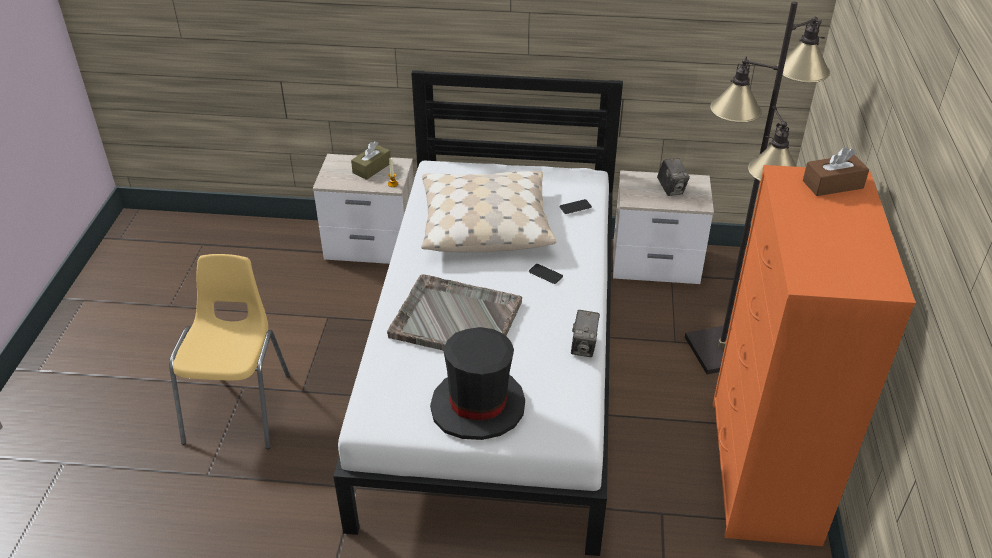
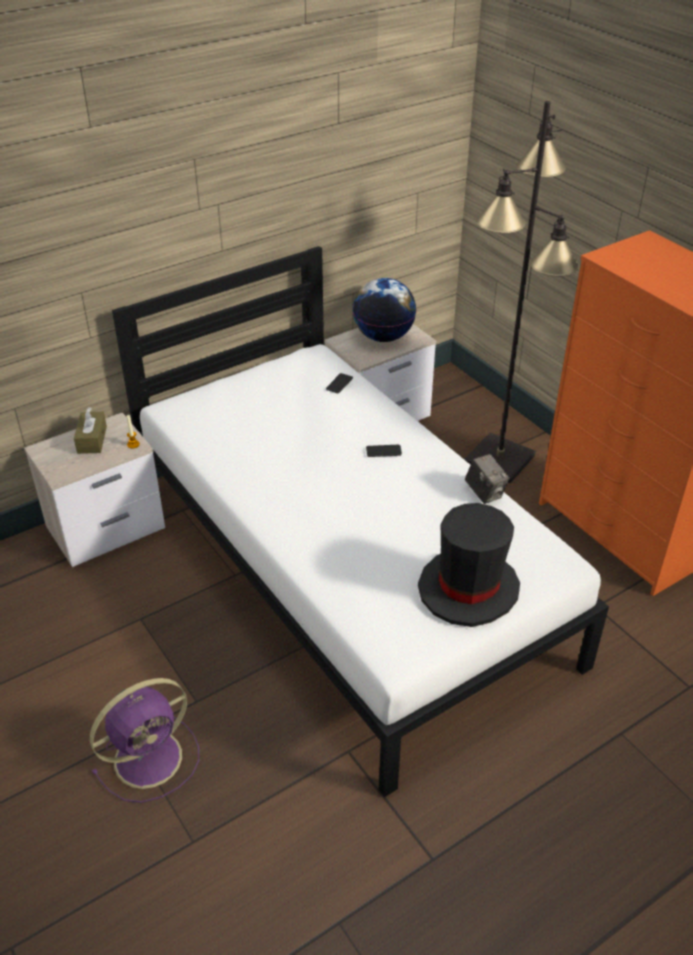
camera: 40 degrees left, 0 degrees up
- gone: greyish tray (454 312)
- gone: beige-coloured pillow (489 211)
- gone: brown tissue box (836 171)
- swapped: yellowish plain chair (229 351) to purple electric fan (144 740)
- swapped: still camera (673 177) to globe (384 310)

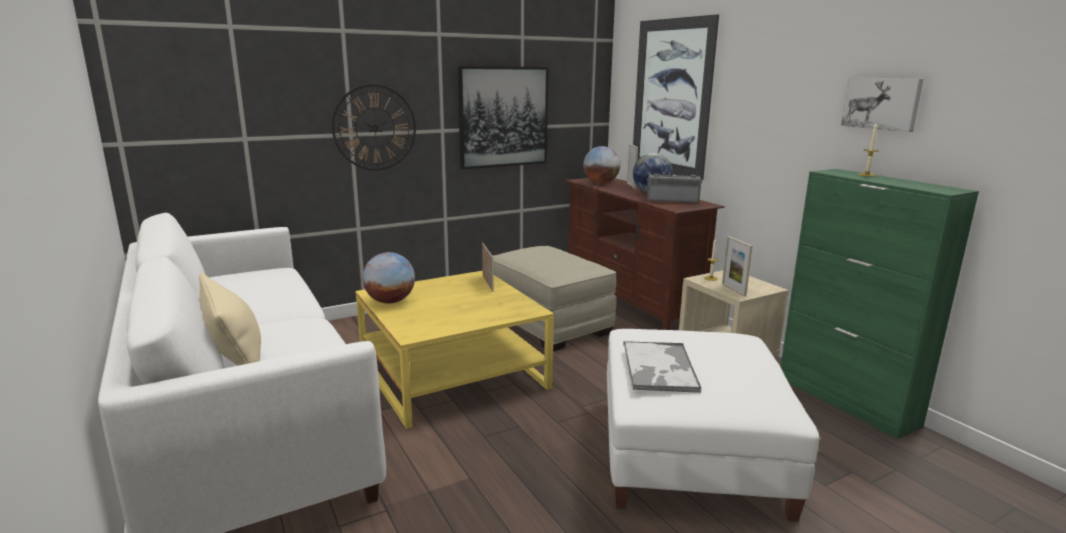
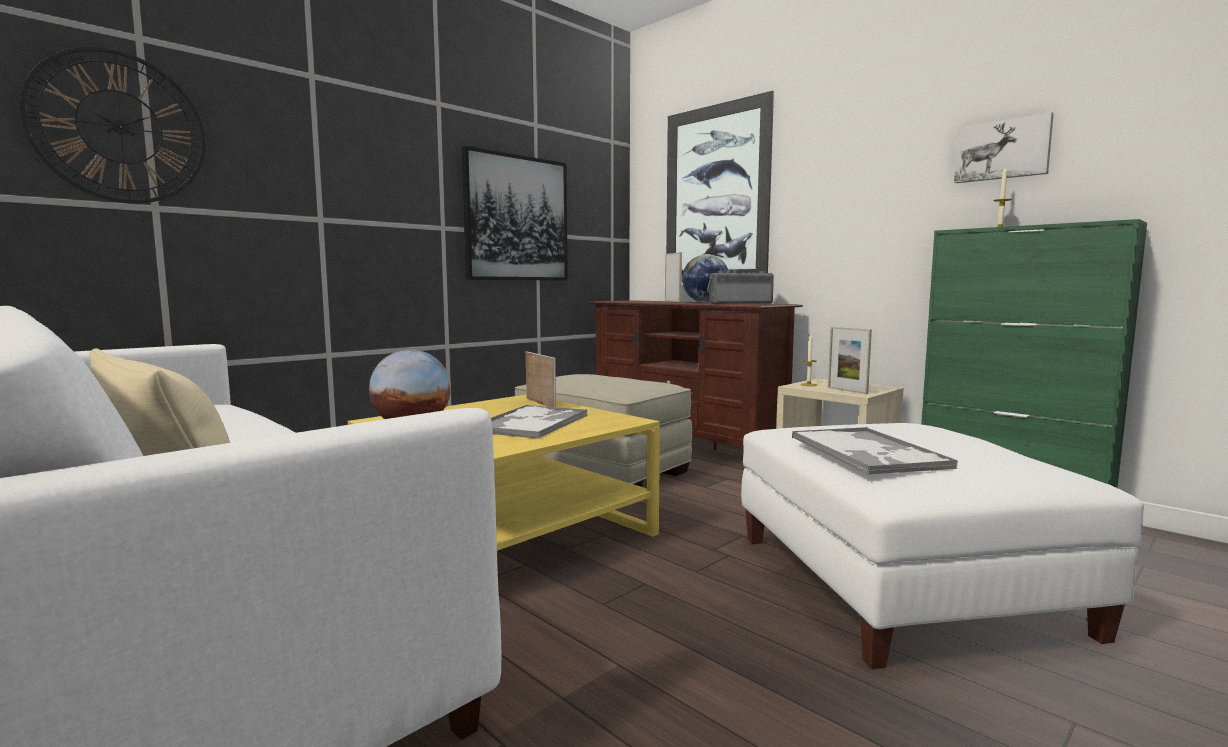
camera: 15 degrees left, 10 degrees down
- gone: globe (602 165)
- new: tray (539 422)
- shifted: hanging clock (374 127) to (112 125)

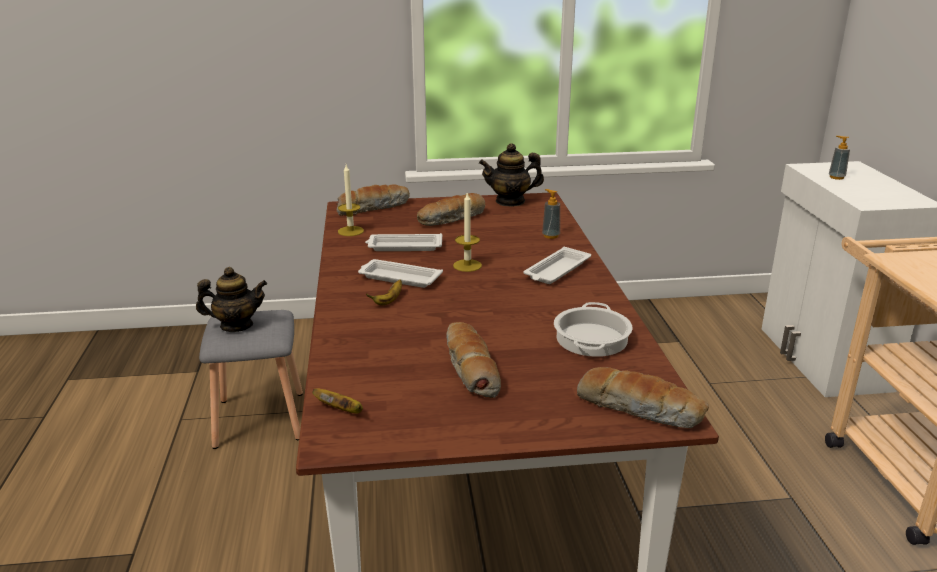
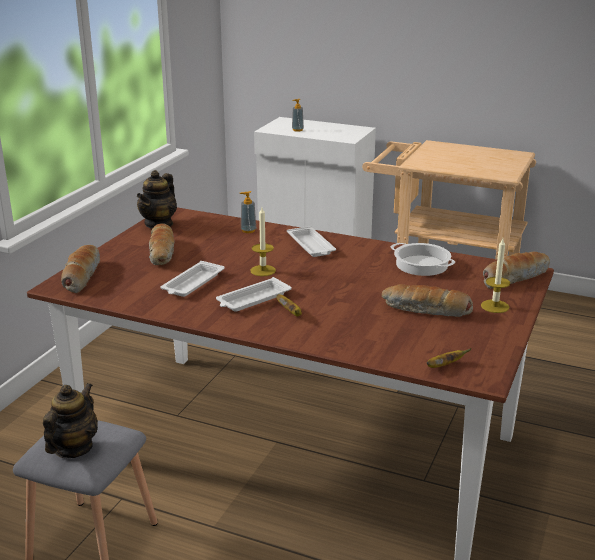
camera: 60 degrees left, 0 degrees up
- shifted: candle (351 200) to (495 276)

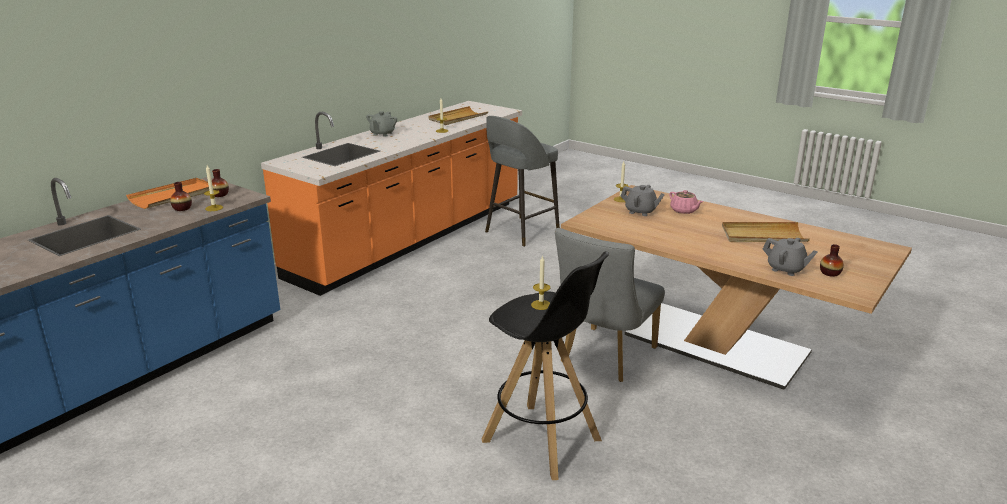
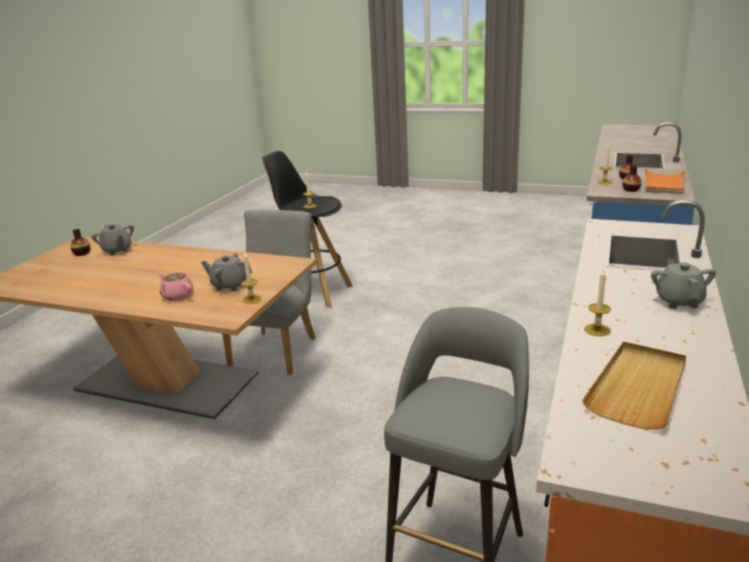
camera: 165 degrees right, 0 degrees up
- gone: beige-coloured tray (766 232)
- rotated: greyish pot for tea (790 257) = (112 240) 150 degrees counterclockwise

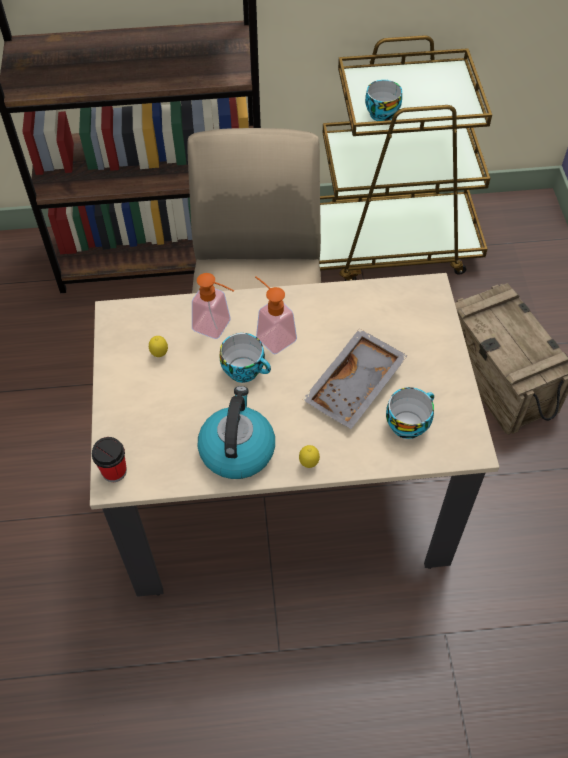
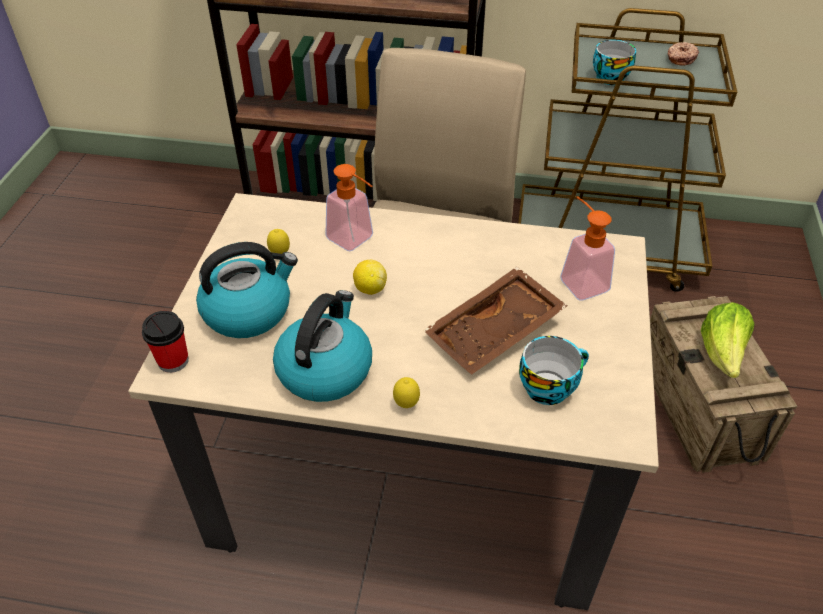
camera: 15 degrees right, 10 degrees down
- new: tea kettle (247 290)
- new: doughnut (683 54)
- new: head of lettuce (727 340)
- shifted: soap dispenser (276 315) to (587 248)
- swapped: cup (245 358) to whole lemon (370 277)
- repainted: greyish tray (355 379) to brown tray (495 321)

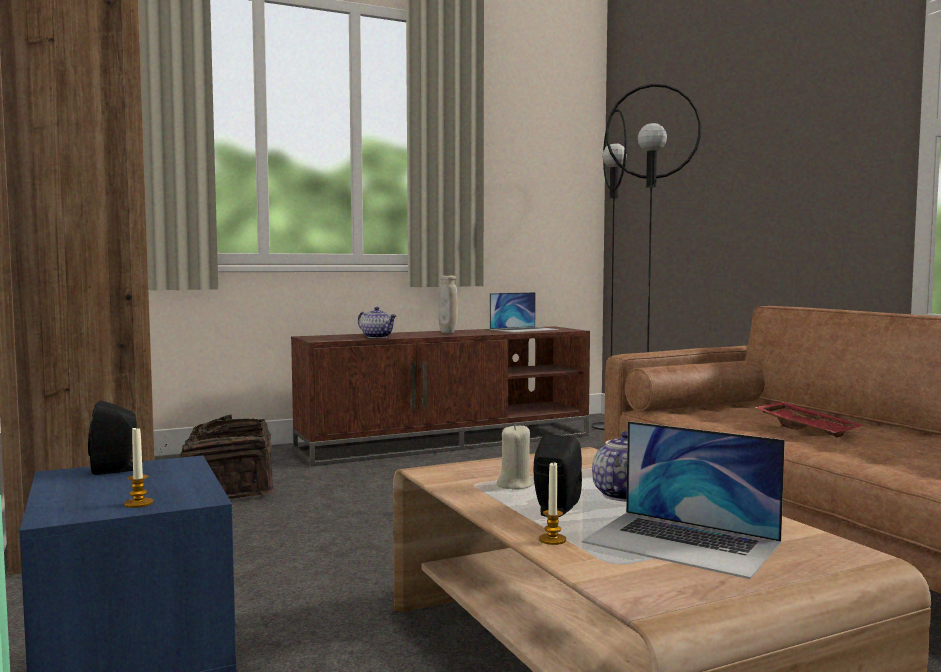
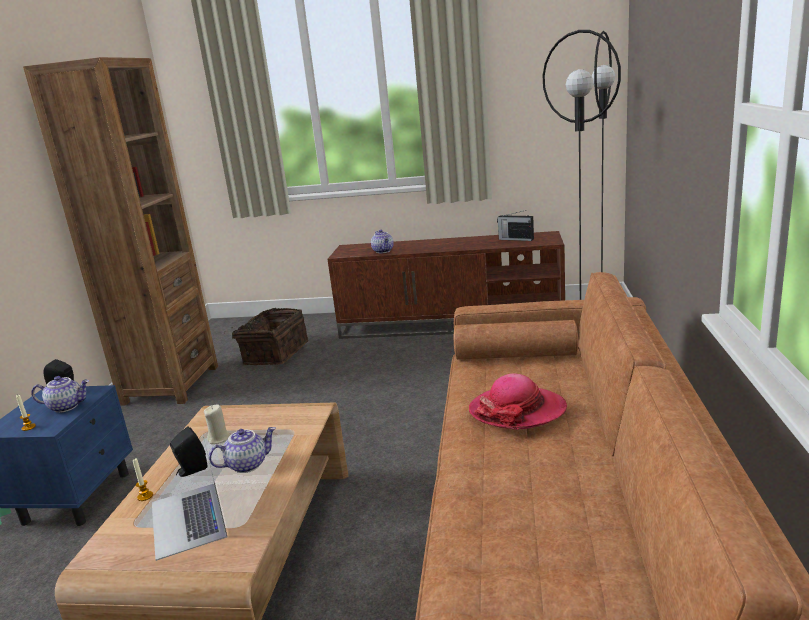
camera: 35 degrees right, 15 degrees up
- gone: beige-coloured decorative vase (447 304)
- new: pot for tea (60 394)
- swapped: laptop (524 312) to radio set (515 225)
- swapped: reddish tray (808 420) to clothing hat (518 401)

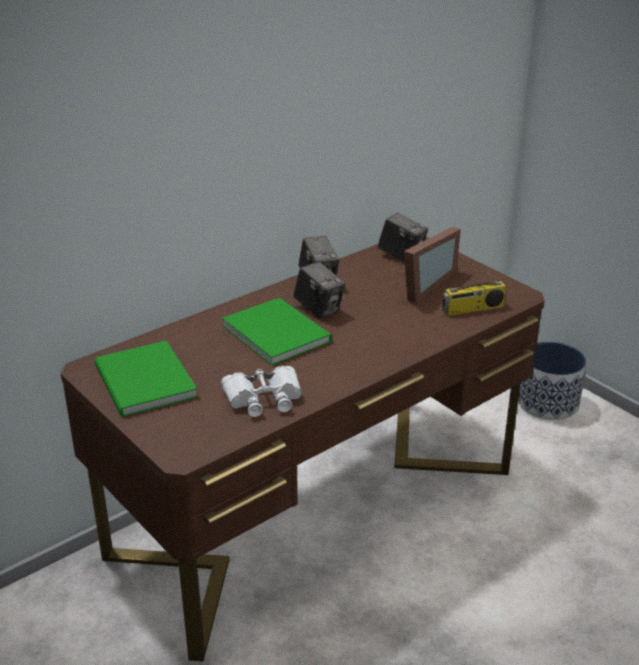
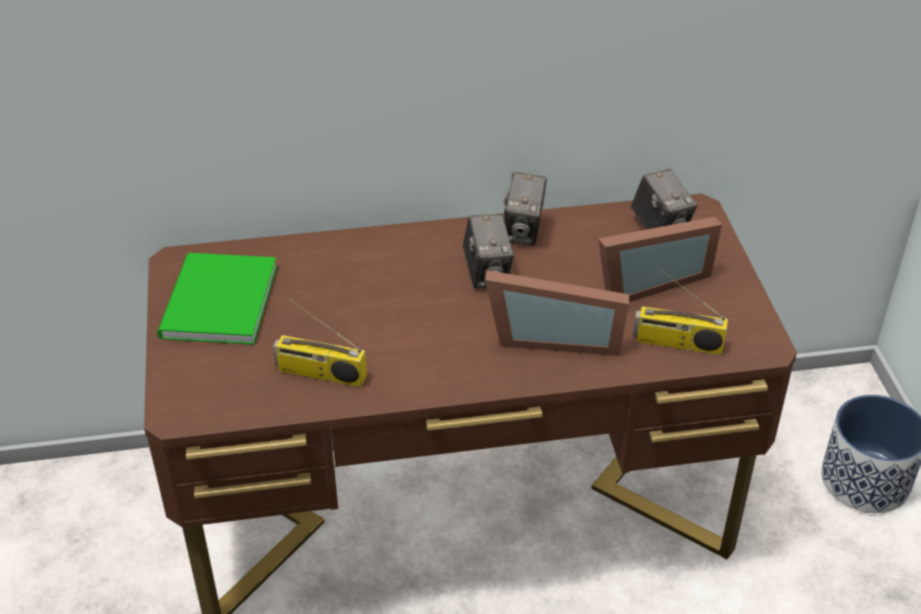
camera: 30 degrees right, 10 degrees up
- gone: green-coloured bound book (277 331)
- new: standing frame (557 313)
- swapped: white-coloured pair of binoculars (261 391) to radio set (320 343)

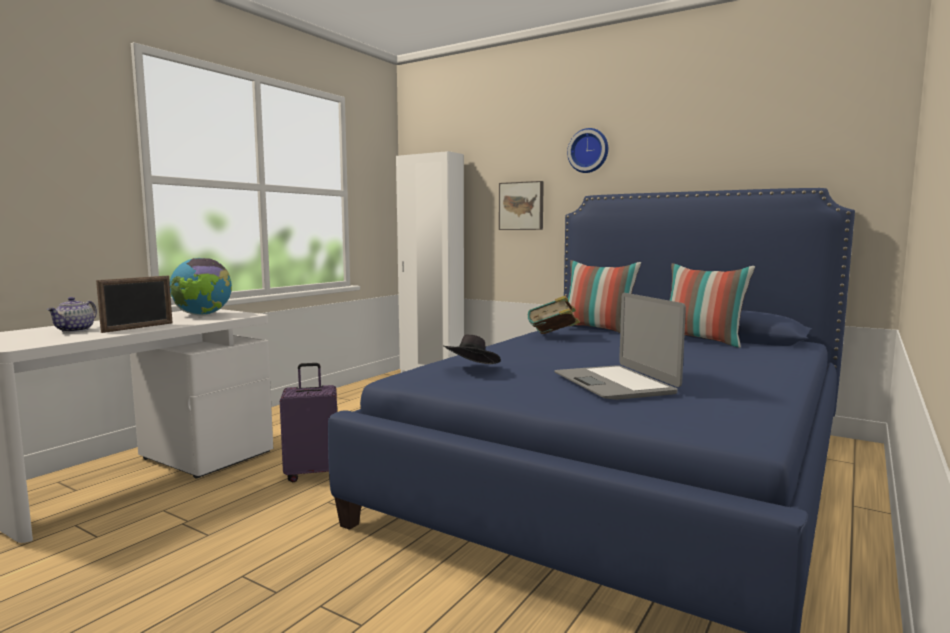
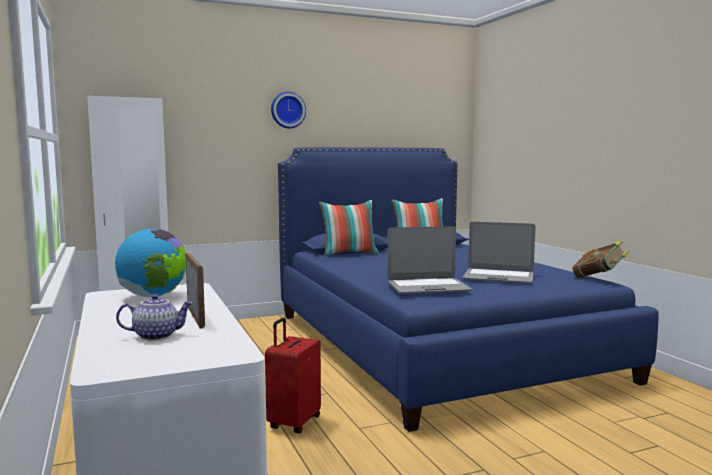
camera: 55 degrees left, 0 degrees up
- gone: picture (521 205)
- shifted: bound book (554 314) to (600 259)
- swapped: black-coloured clothing hat (472 349) to laptop (429 260)
- repainted: purple travel case (308 422) to reddish travel case (293 376)
- rotated: pot for tea (72 314) = (154 317) 60 degrees counterclockwise

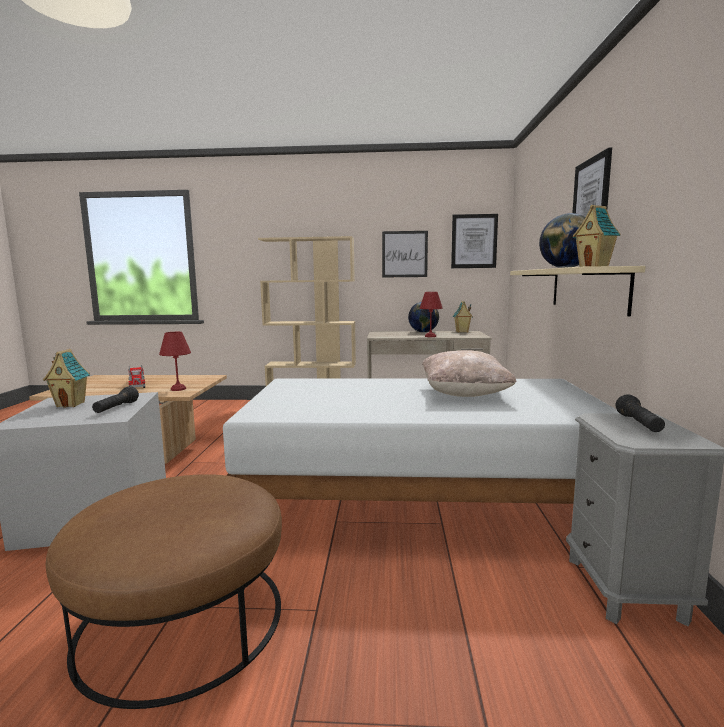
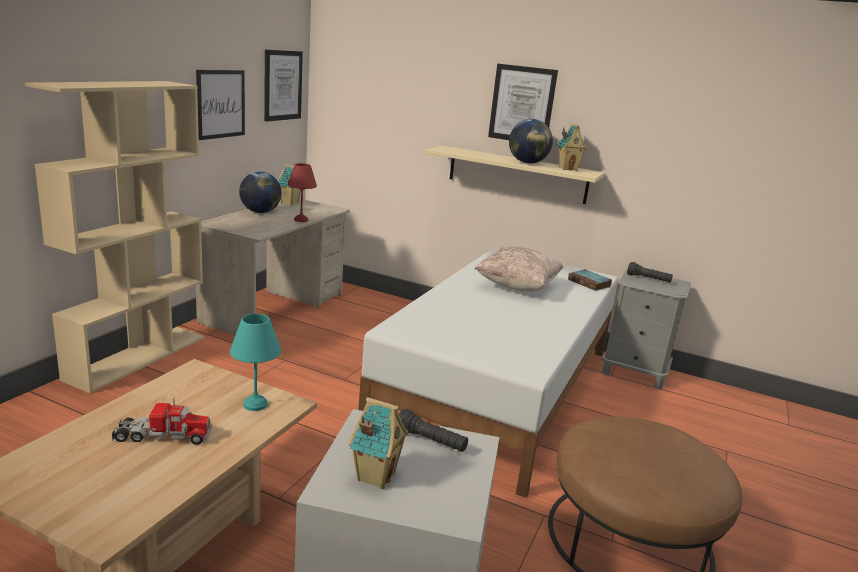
camera: 70 degrees left, 10 degrees up
- new: bound book (590 280)
- repainted: reddish table lamp (175 361) to turquoise-coloured table lamp (255 362)

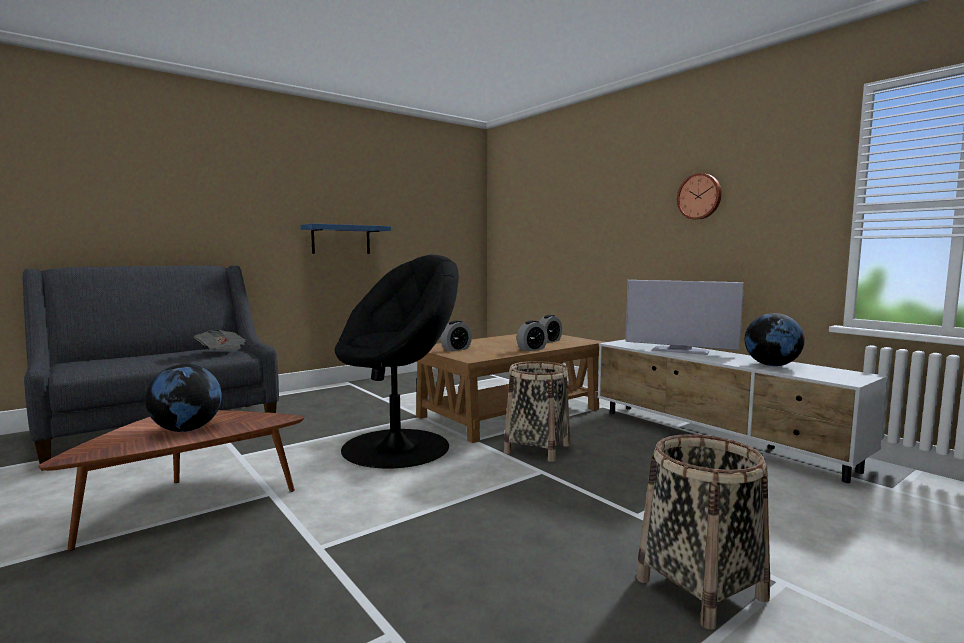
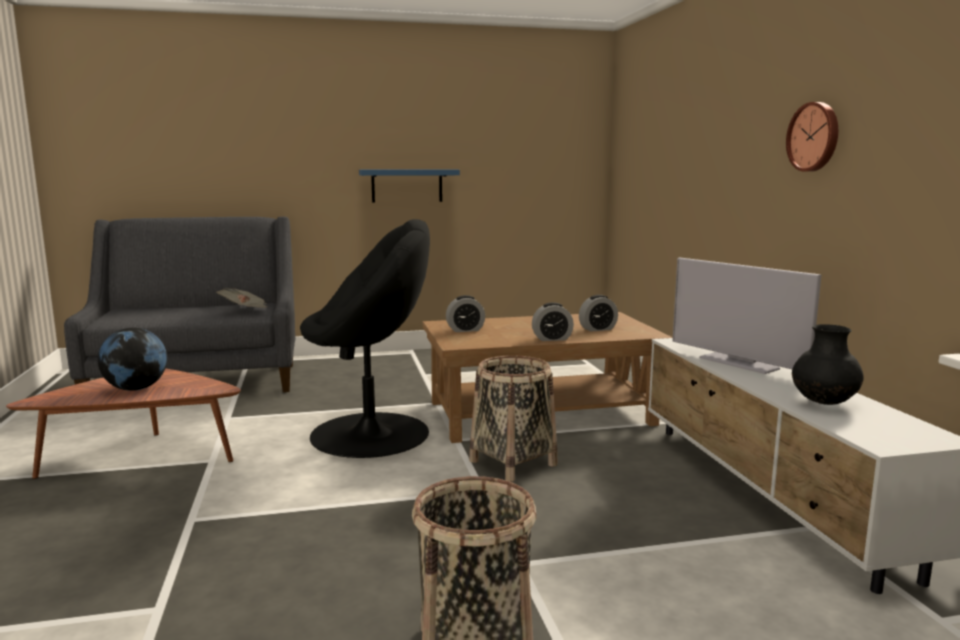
camera: 25 degrees right, 5 degrees up
- swapped: globe (775 339) to black-coloured decorative vase (828 364)

